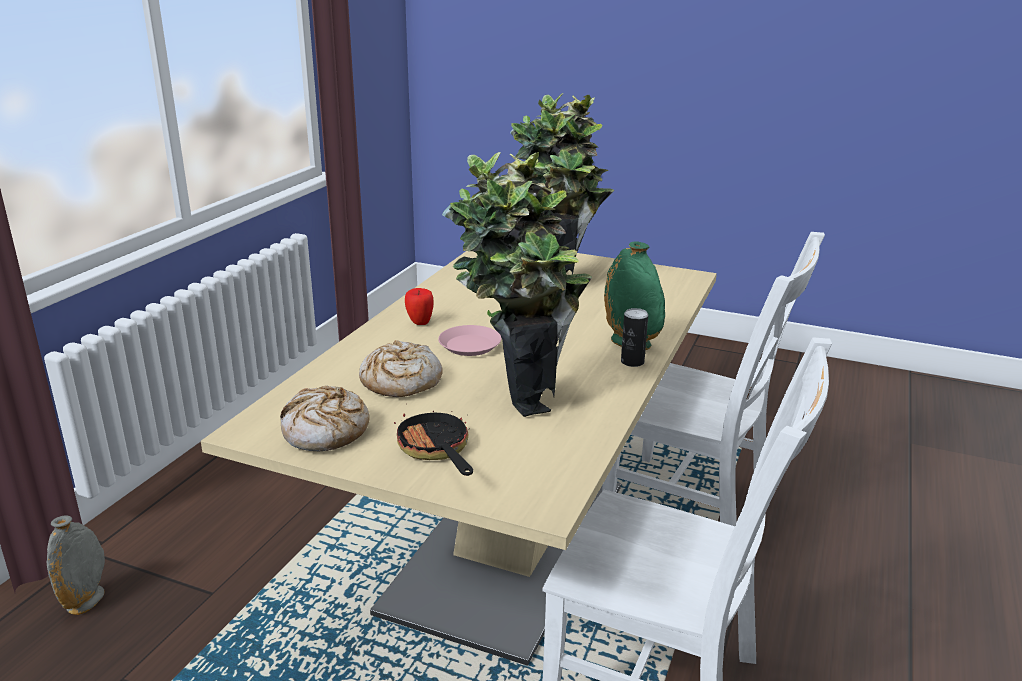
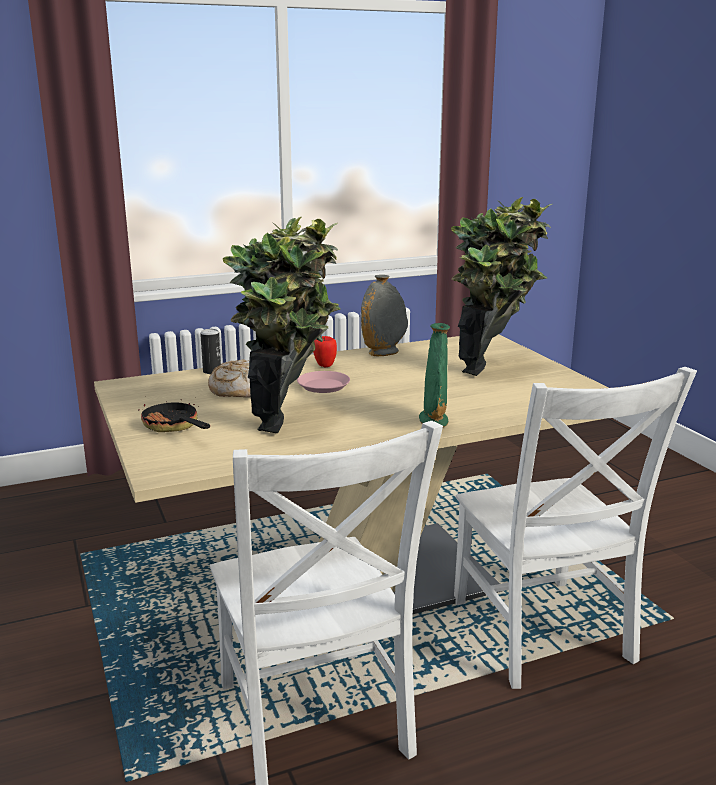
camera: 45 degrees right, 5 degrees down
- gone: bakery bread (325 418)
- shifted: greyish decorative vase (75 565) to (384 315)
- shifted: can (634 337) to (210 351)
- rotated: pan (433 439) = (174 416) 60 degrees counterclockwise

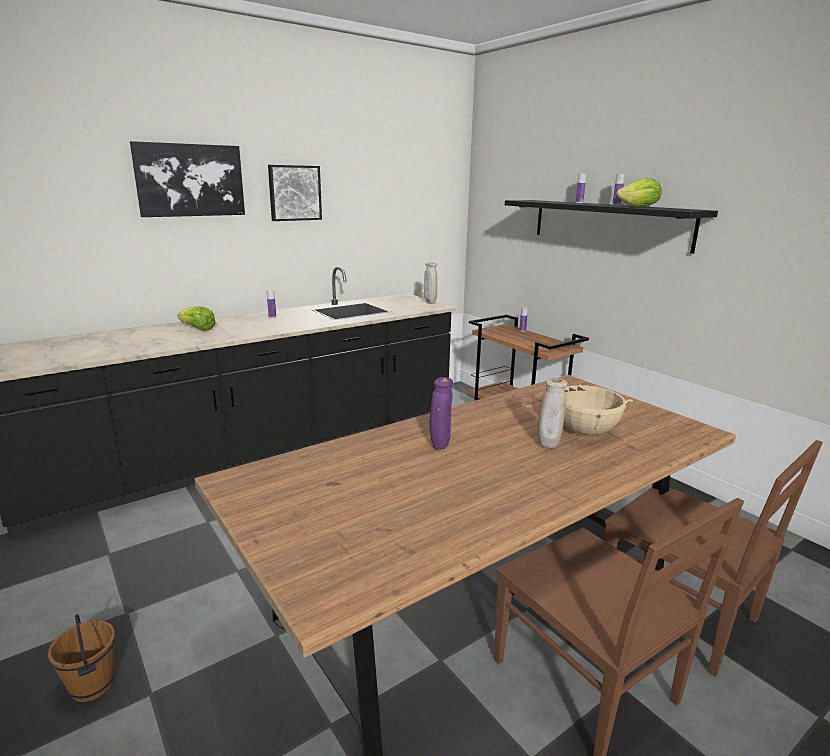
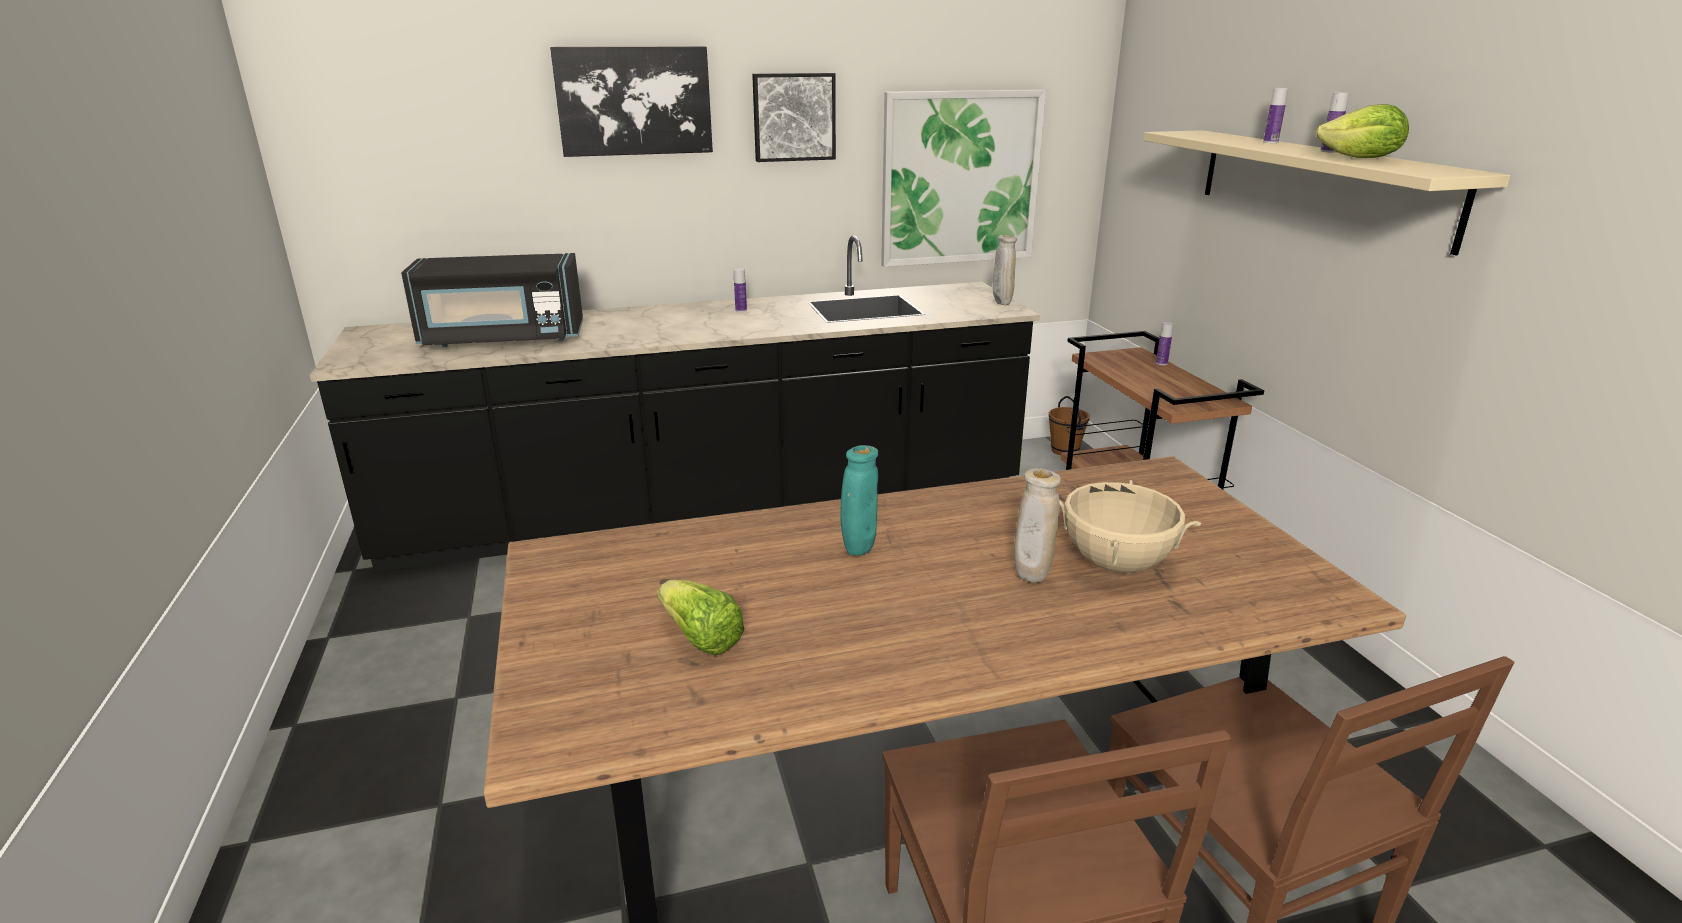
camera: 20 degrees right, 5 degrees up
- new: black-coloured microwave (492 300)
- new: picture (963 178)
- shifted: brown pail (81 658) to (1069 425)
- shifted: head of lettuce (196 318) to (700 617)
- repainted: purple decorative vase (441 413) to turquoise-coloured decorative vase (859 500)
- repainted: black-coloured shelf (611 227) to beige-coloured shelf (1327 192)

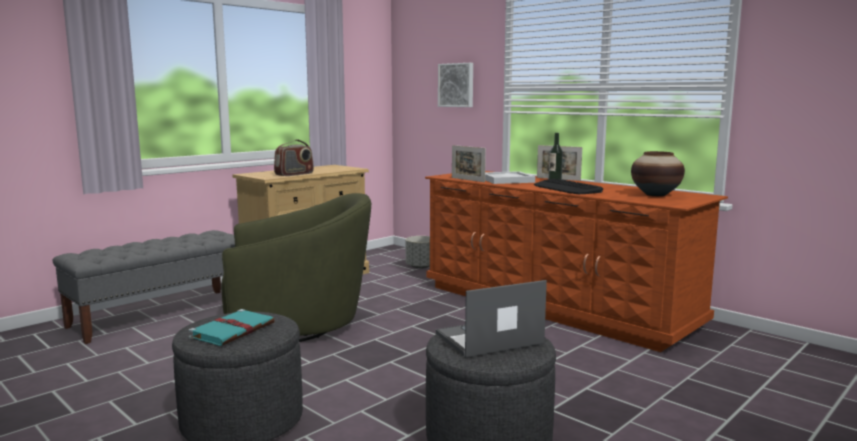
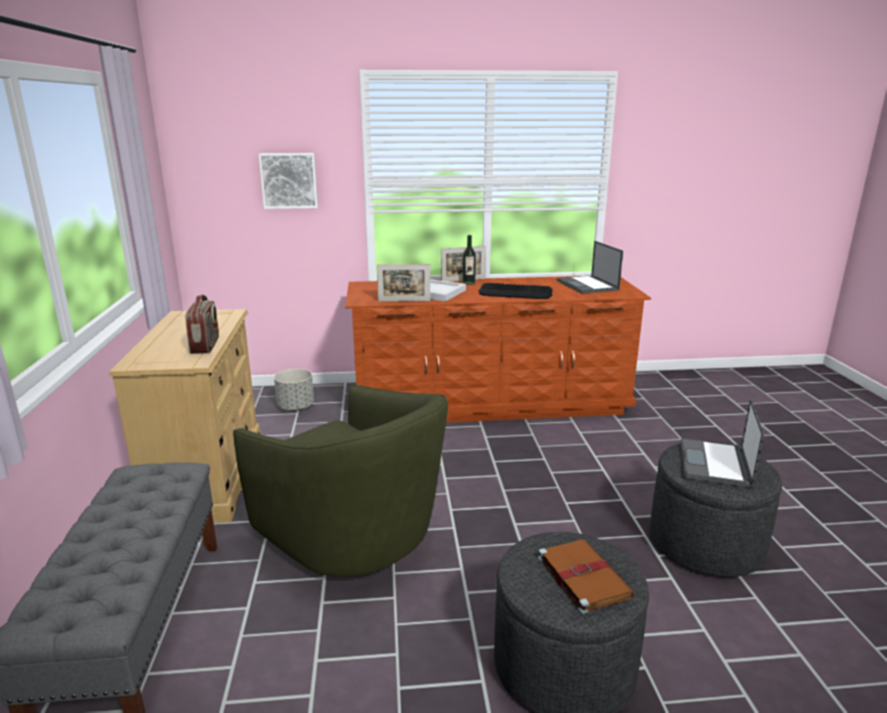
camera: 50 degrees left, 10 degrees up
- swapped: decorative vase (658 174) to laptop (590 267)
- repainted: turquoise-coloured bound book (231 327) to brown bound book (586 576)
- rotated: green-coloured lounge chair (296 267) = (340 481) 105 degrees clockwise

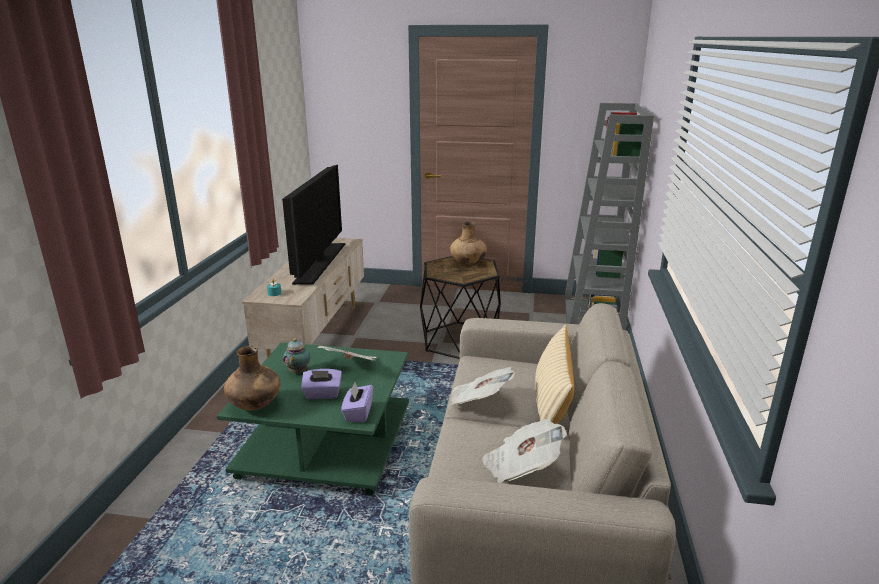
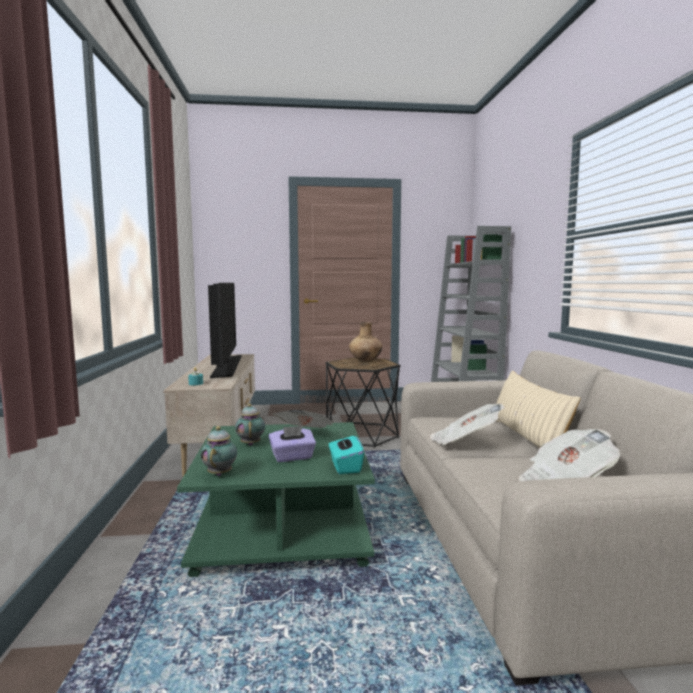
camera: 15 degrees left, 15 degrees down
- swapped: brown decorative vase (252 378) to pot for tea (219 451)
- repainted: purple tissue box (357 402) to turquoise-coloured tissue box (346 454)

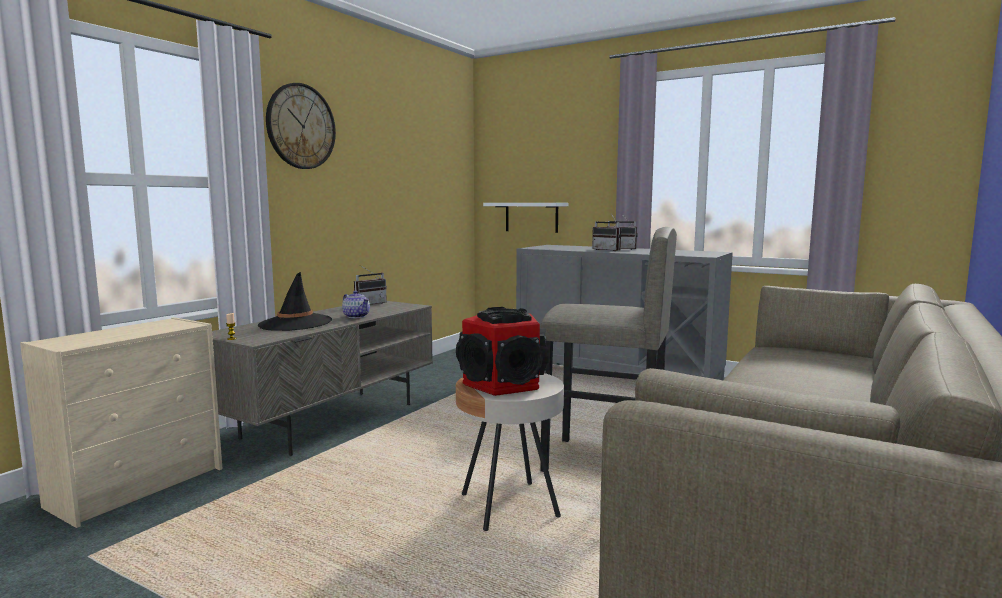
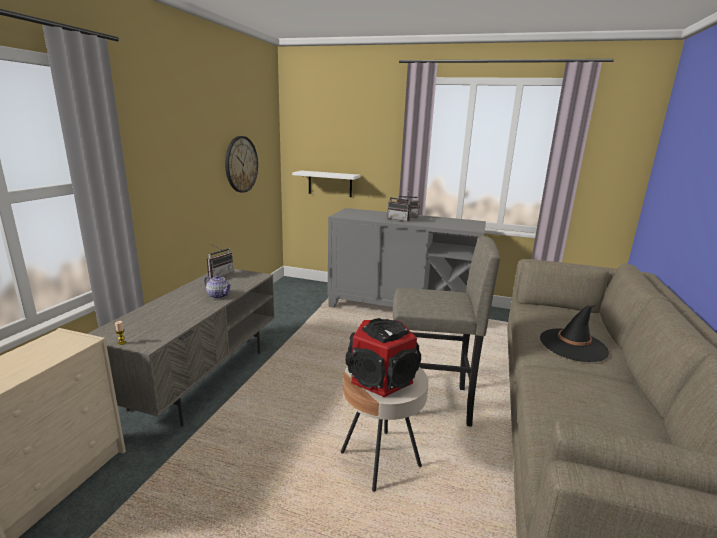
camera: 15 degrees left, 10 degrees up
- shifted: black-coloured clothing hat (295 301) to (574 333)
- shifted: hanging clock (301 126) to (241 164)

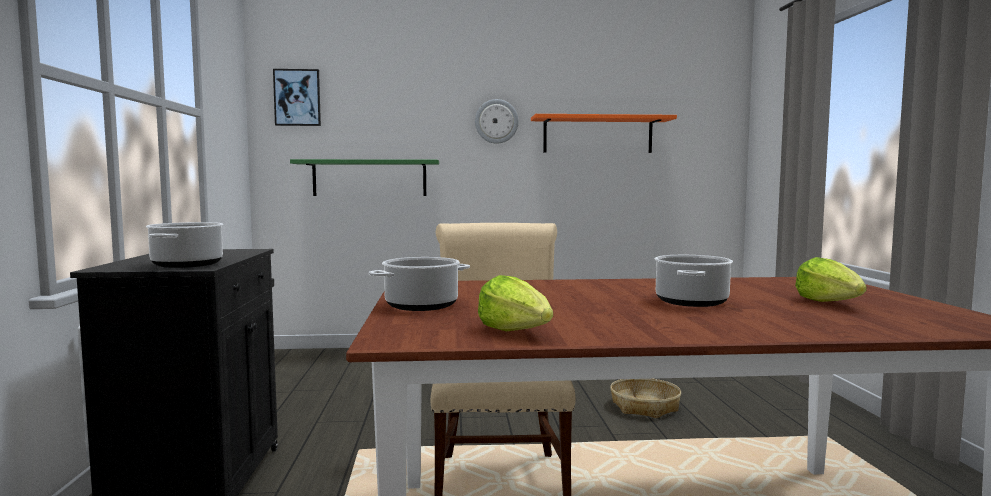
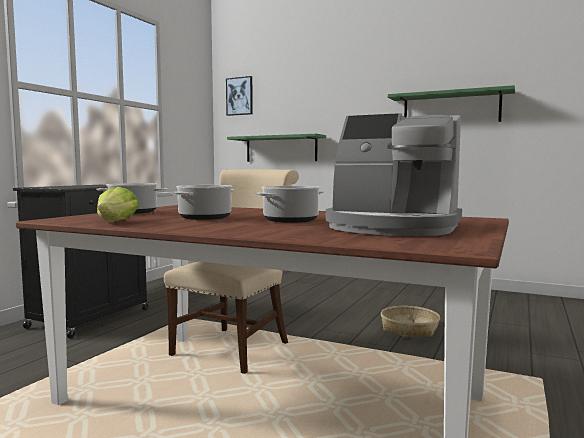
camera: 30 degrees right, 0 degrees up
- gone: hanging clock (497 121)
- shifted: saucepot (184 245) to (203 202)
- swapped: head of lettuce (831 279) to coffee brewer (394 174)
- repainted: orange-coloured shelf (604 133) to green-coloured shelf (451 103)

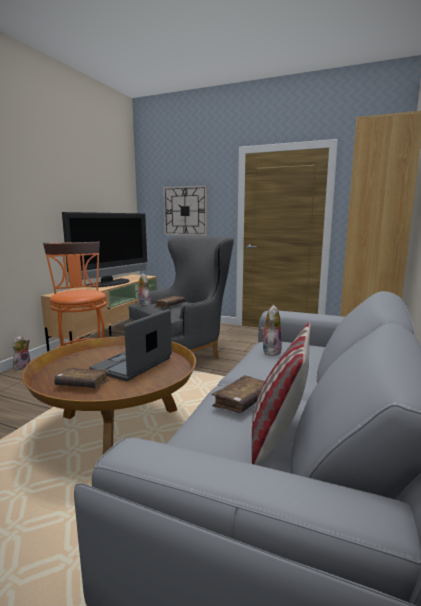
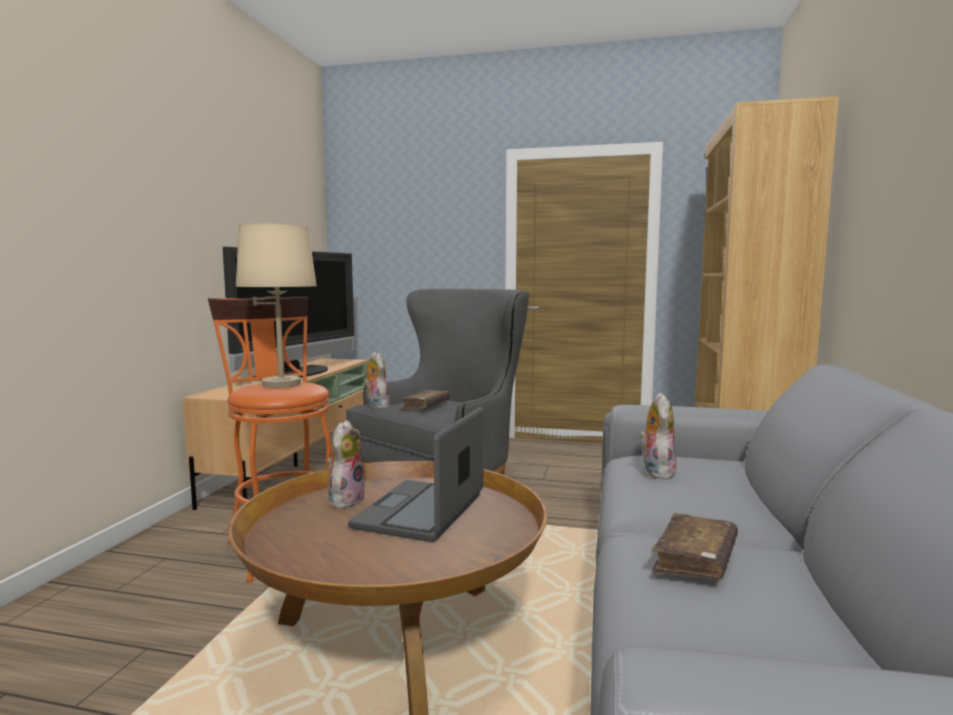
camera: 10 degrees left, 5 degrees down
- gone: brown bound book (82 377)
- gone: hanging clock (185 210)
- gone: pillow (281 394)
- new: beige-coloured table lamp (276 305)
- shifted: soft toy (21 353) to (346 464)

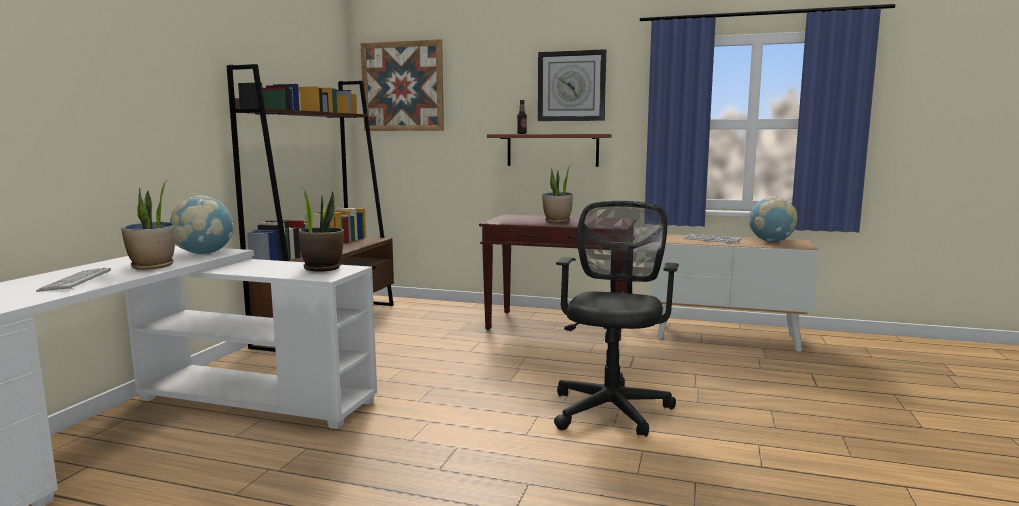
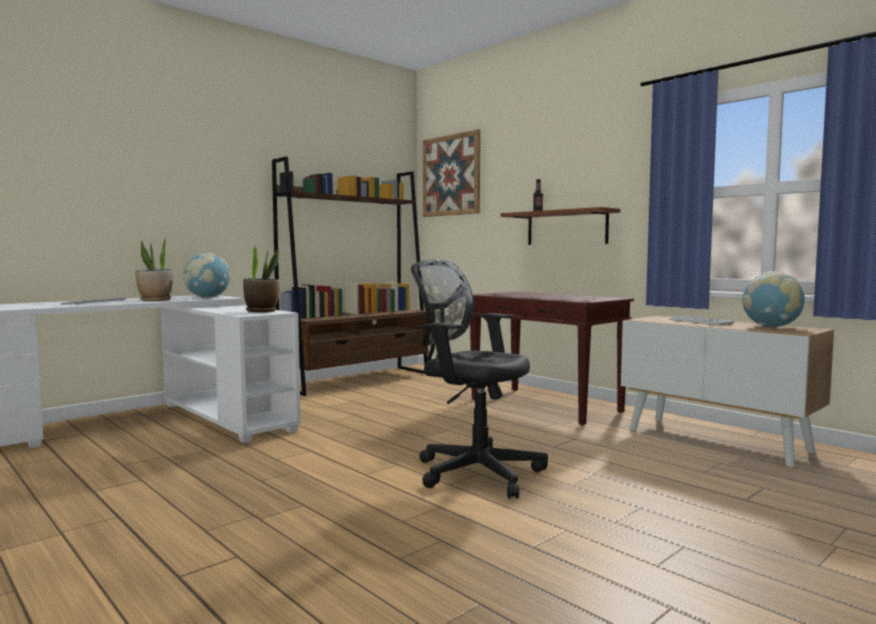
camera: 30 degrees right, 5 degrees down
- gone: hanging clock (572 85)
- gone: houseplant (557 194)
- rotated: black-coloured office chair (616 319) = (479 379) 105 degrees counterclockwise

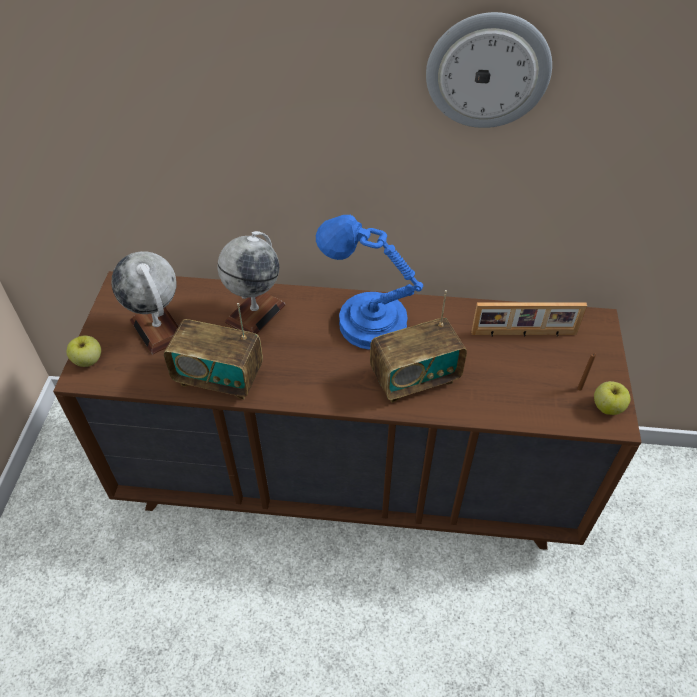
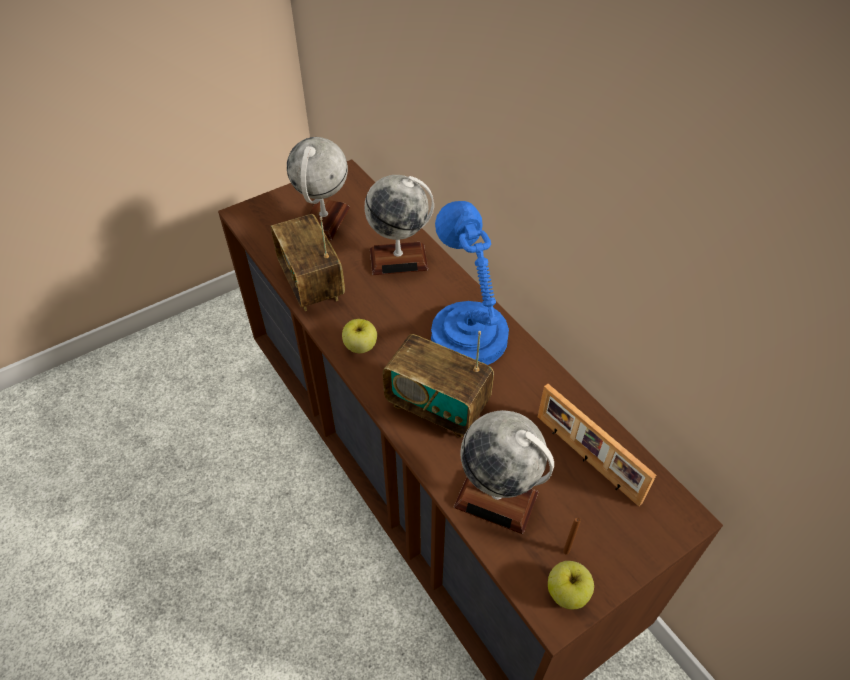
camera: 50 degrees right, 0 degrees up
- gone: hanging clock (489 70)
- new: globe (504 472)
- shifted: apple (84 351) to (359 336)

